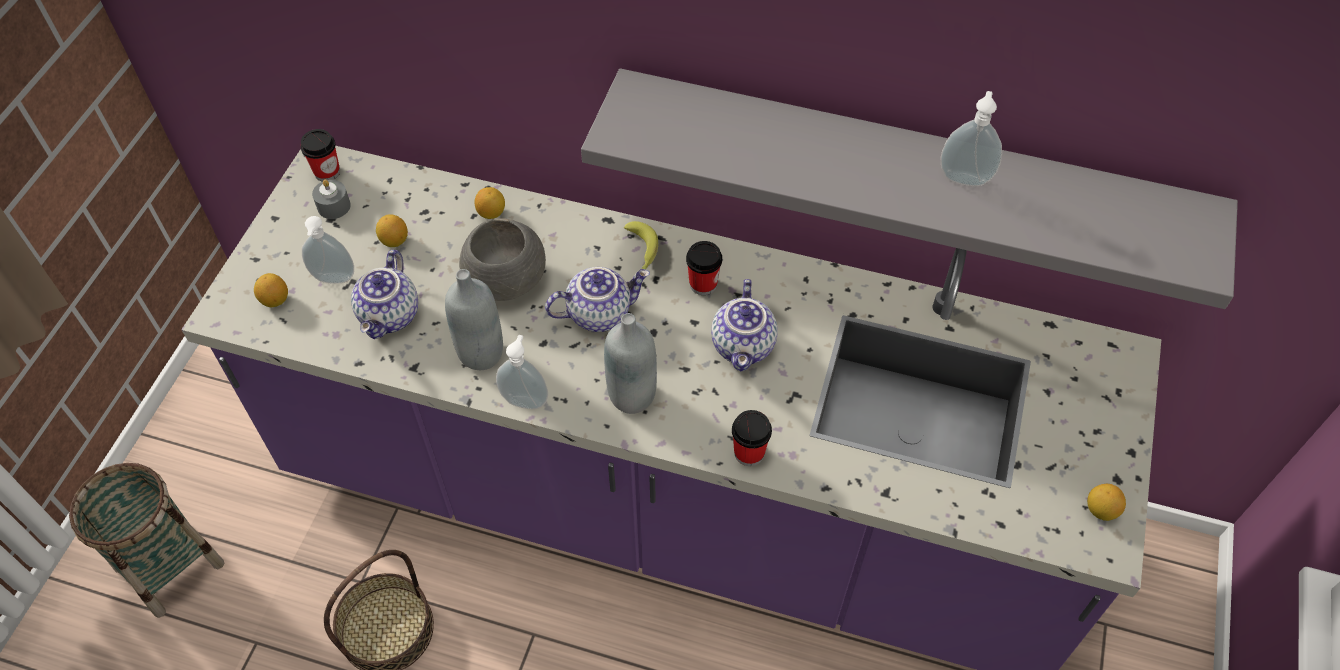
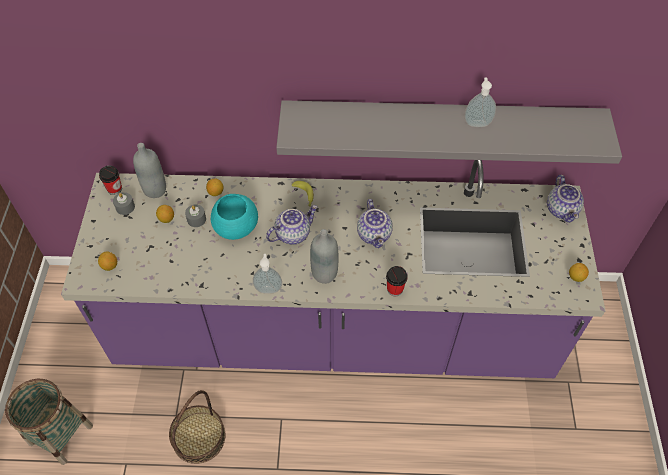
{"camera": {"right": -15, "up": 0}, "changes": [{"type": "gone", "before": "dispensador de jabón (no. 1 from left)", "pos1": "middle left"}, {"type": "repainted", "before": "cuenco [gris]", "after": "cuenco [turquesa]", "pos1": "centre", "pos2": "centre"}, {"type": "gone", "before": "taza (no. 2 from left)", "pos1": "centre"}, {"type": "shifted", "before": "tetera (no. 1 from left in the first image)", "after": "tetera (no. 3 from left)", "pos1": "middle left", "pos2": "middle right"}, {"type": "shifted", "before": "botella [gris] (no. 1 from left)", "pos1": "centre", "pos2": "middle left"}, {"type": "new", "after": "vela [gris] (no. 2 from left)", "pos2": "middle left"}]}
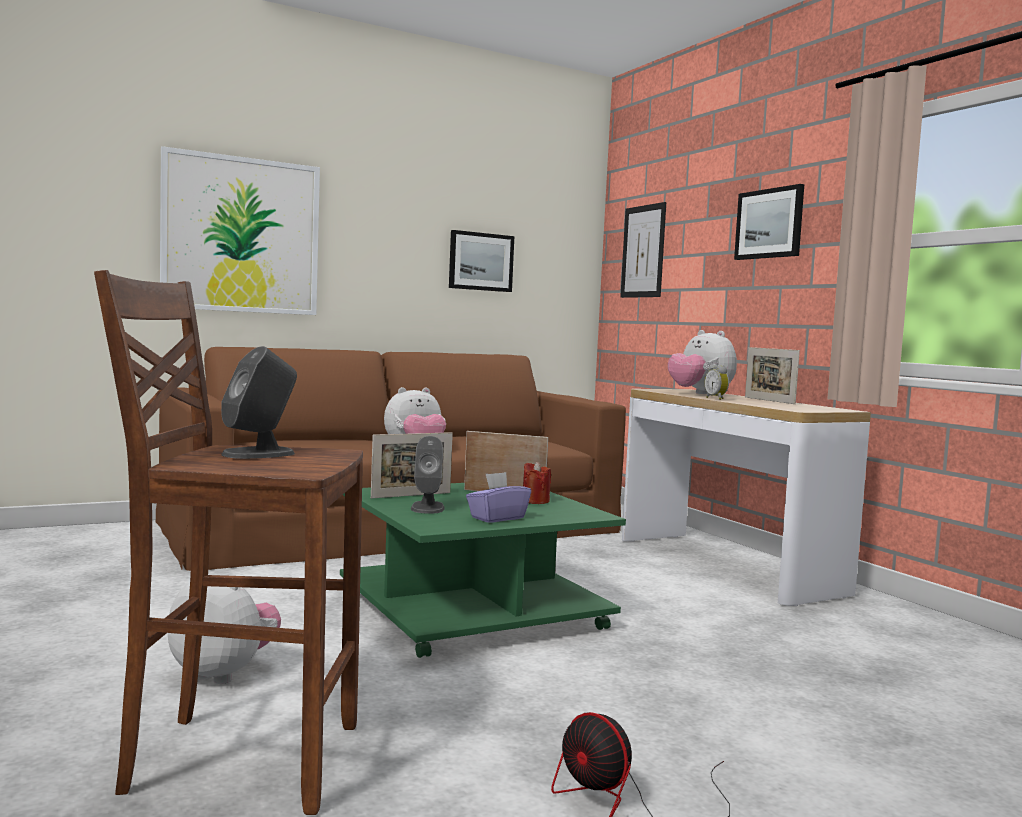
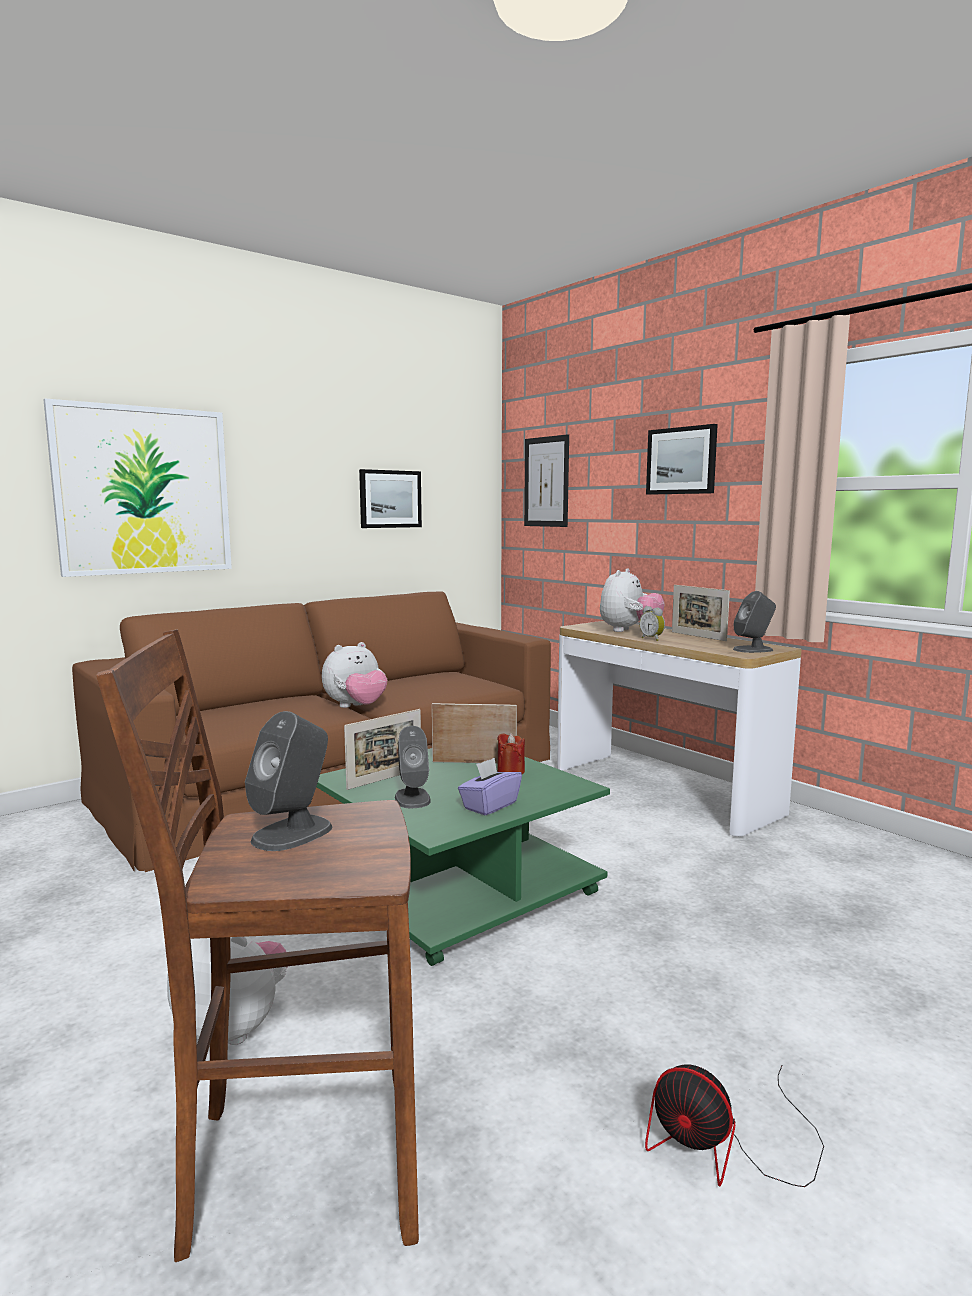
{"camera": {"right": -10, "up": 5}, "changes": [{"type": "rotated", "before": "peluche (no. 3 from left)", "pos1": "middle right", "pos2": "centre", "turn": -105}, {"type": "new", "after": "altavoz [gris] (no. 3 from left)", "pos2": "middle right"}]}
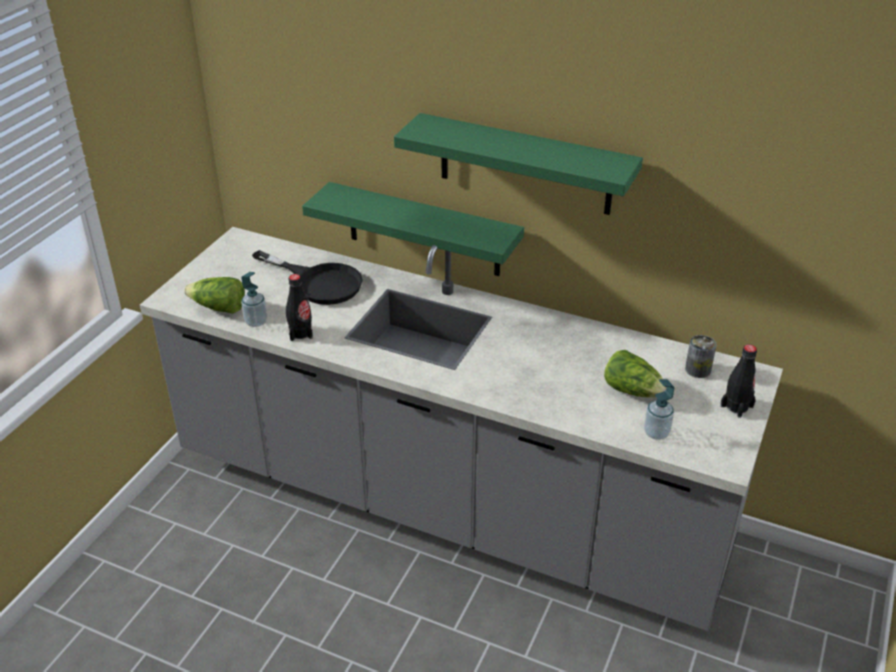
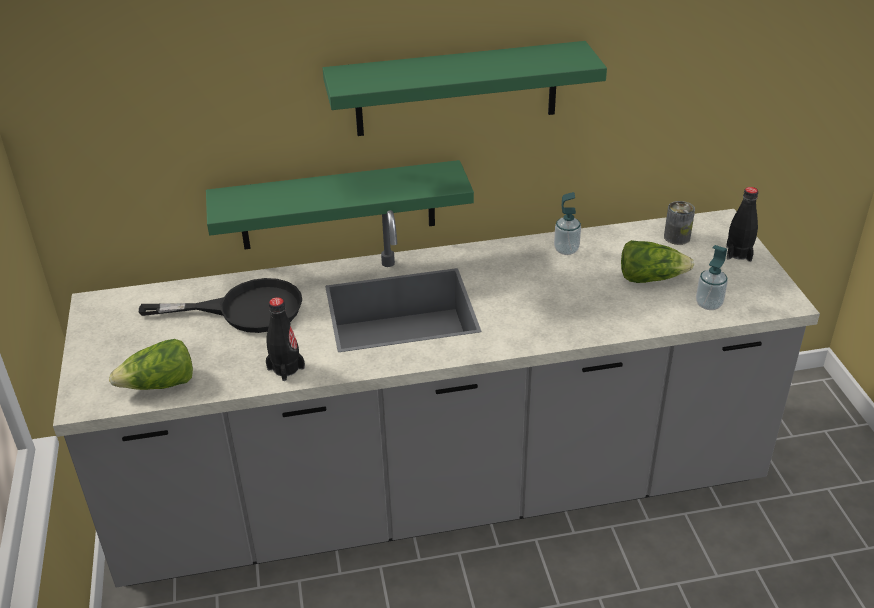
{"camera": {"right": -35, "up": 0}, "changes": [{"type": "shifted", "before": "dispensador de jabón (no. 1 from left)", "pos1": "middle left", "pos2": "centre"}]}
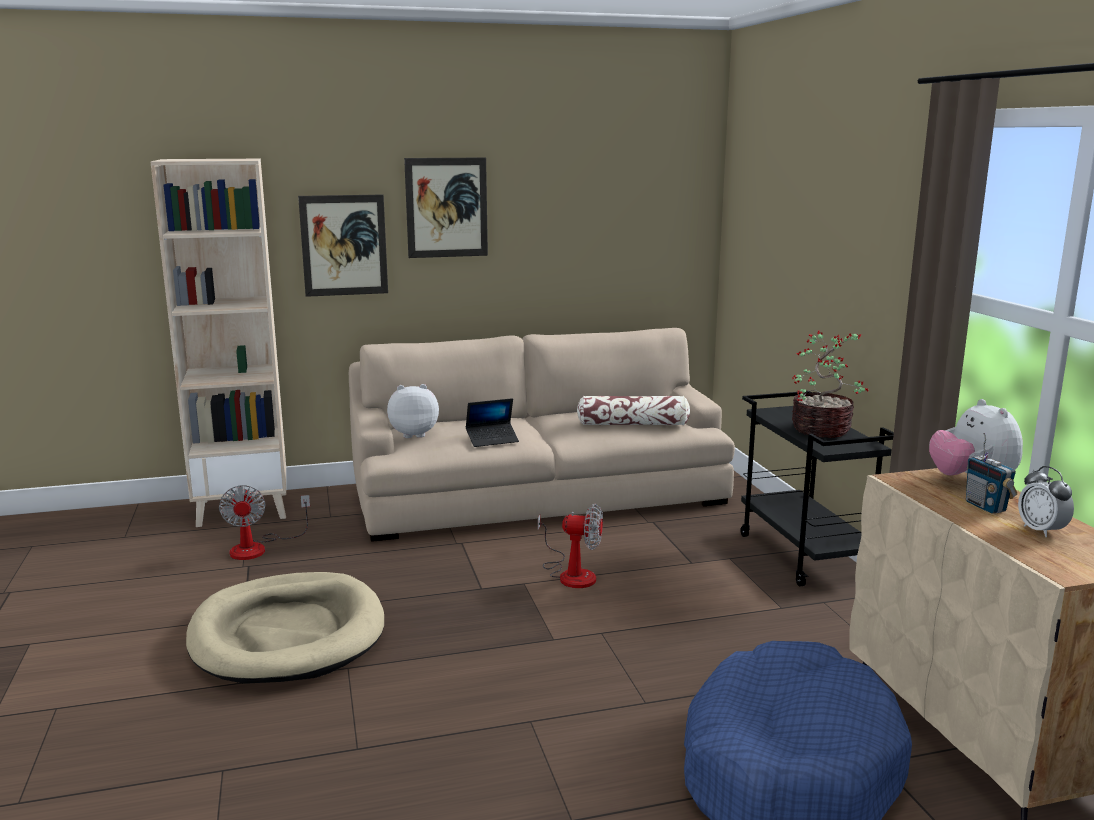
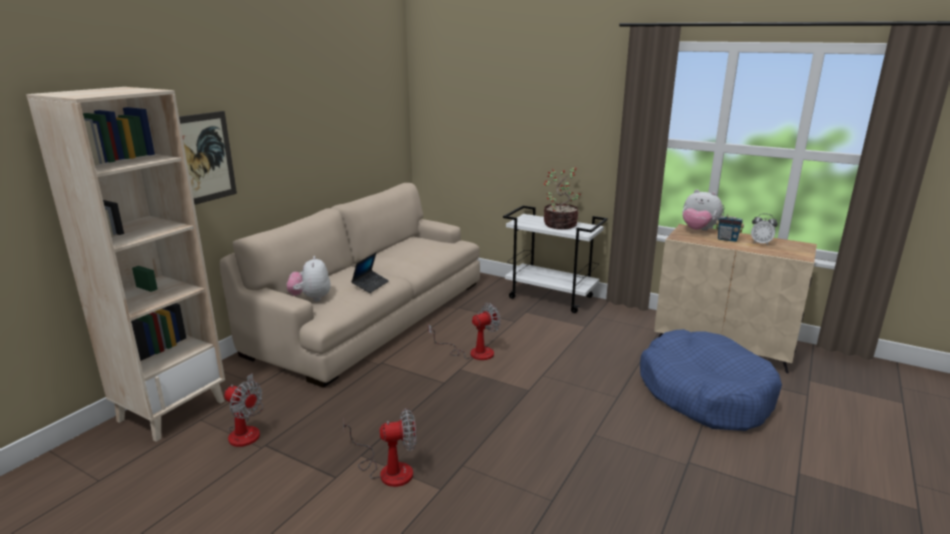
{"camera": {"right": -45, "up": 5}, "changes": [{"type": "gone", "before": "cuadro (no. 2 from left)", "pos1": "top centre"}, {"type": "rotated", "before": "peluche (no. 1 from left)", "pos1": "centre", "pos2": "middle left", "turn": -45}, {"type": "repainted", "before": "carrito [negro]", "after": "carrito [blanco]", "pos1": "middle right", "pos2": "centre"}, {"type": "gone", "before": "cojín", "pos1": "centre"}, {"type": "swapped", "before": "cama para perro [beis]", "after": "ventilador (no. 2 from left)", "pos1": "bottom left", "pos2": "bottom centre"}]}
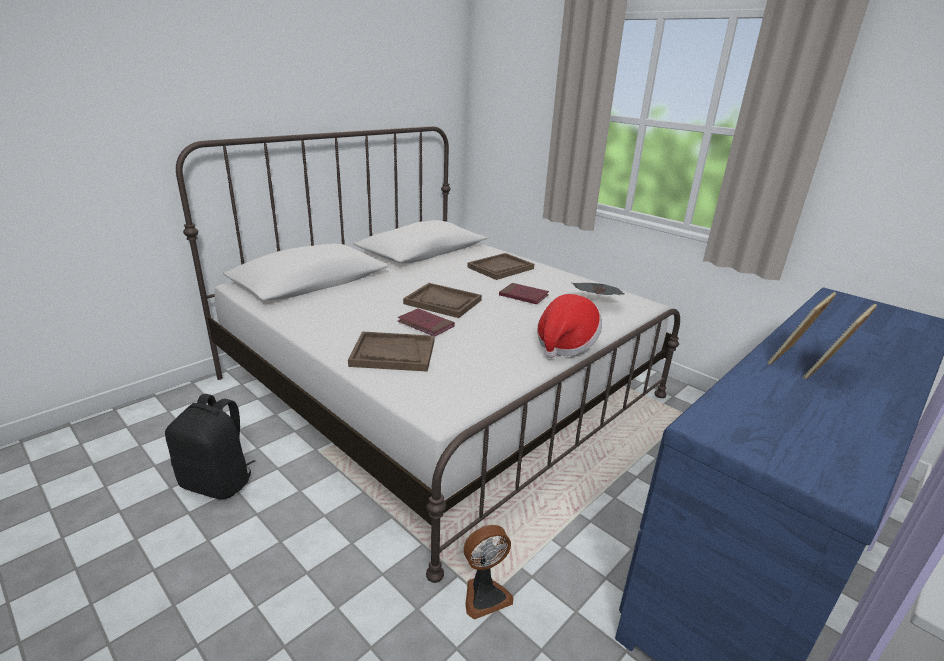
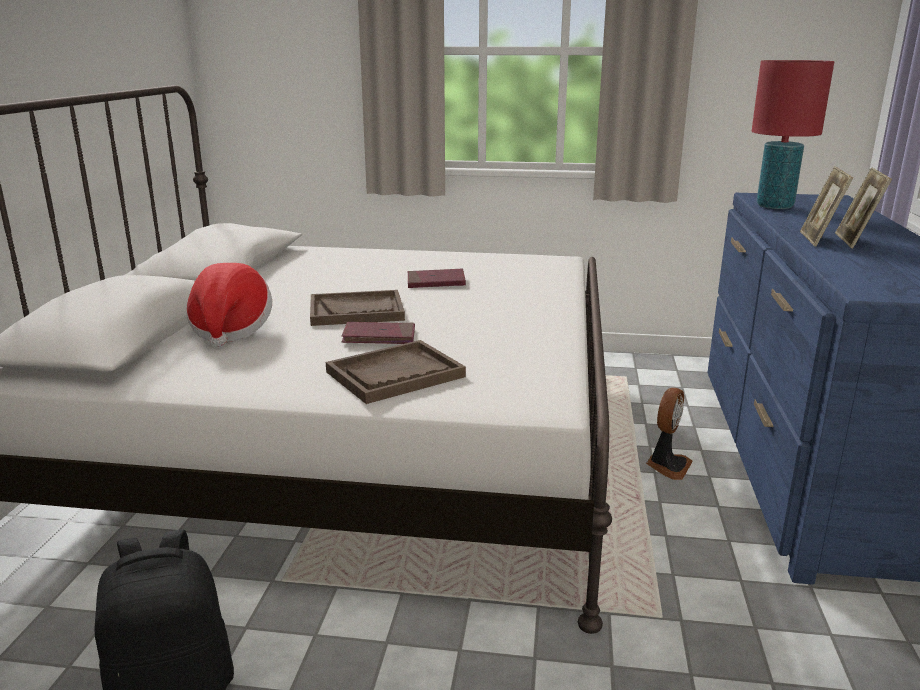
{"camera": {"right": -35, "up": -5}, "changes": [{"type": "gone", "before": "bandeja [marrón] (no. 3 from left)", "pos1": "centre"}, {"type": "gone", "before": "periódico", "pos1": "centre"}, {"type": "shifted", "before": "sombrero", "pos1": "centre", "pos2": "middle left"}, {"type": "shifted", "before": "ventilador", "pos1": "bottom centre", "pos2": "middle right"}, {"type": "new", "after": "lámpara de mesa [rojo]", "pos2": "top right"}]}
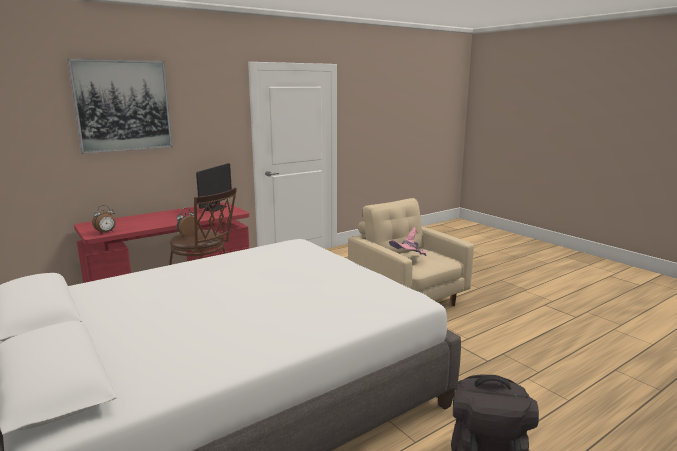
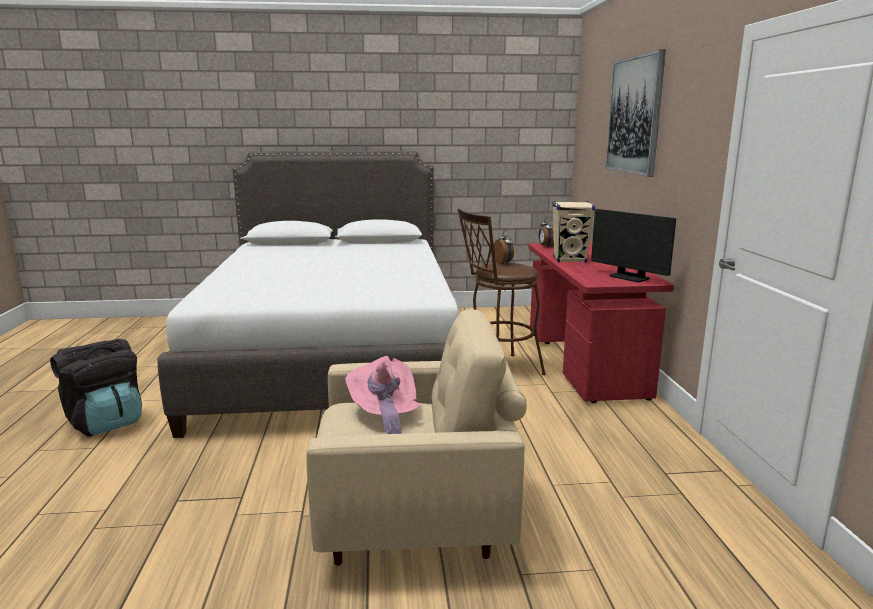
{"camera": {"right": 120, "up": 0}, "changes": [{"type": "new", "after": "altavoz [beis]", "pos2": "centre"}]}
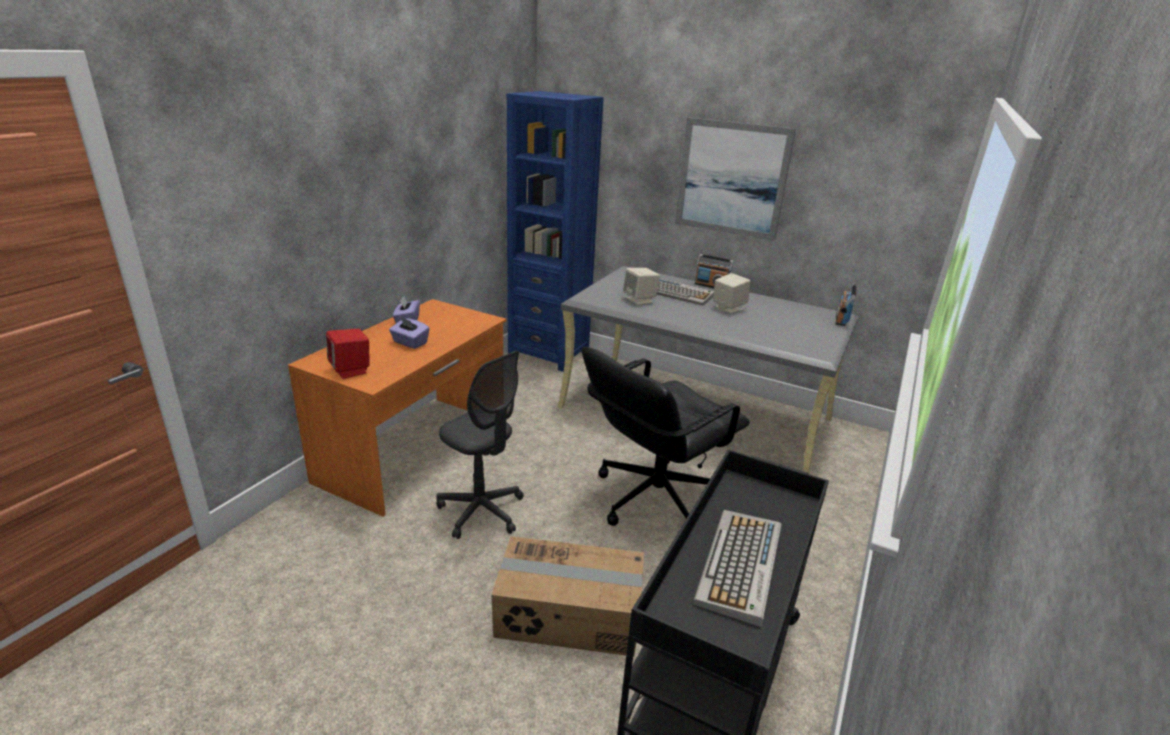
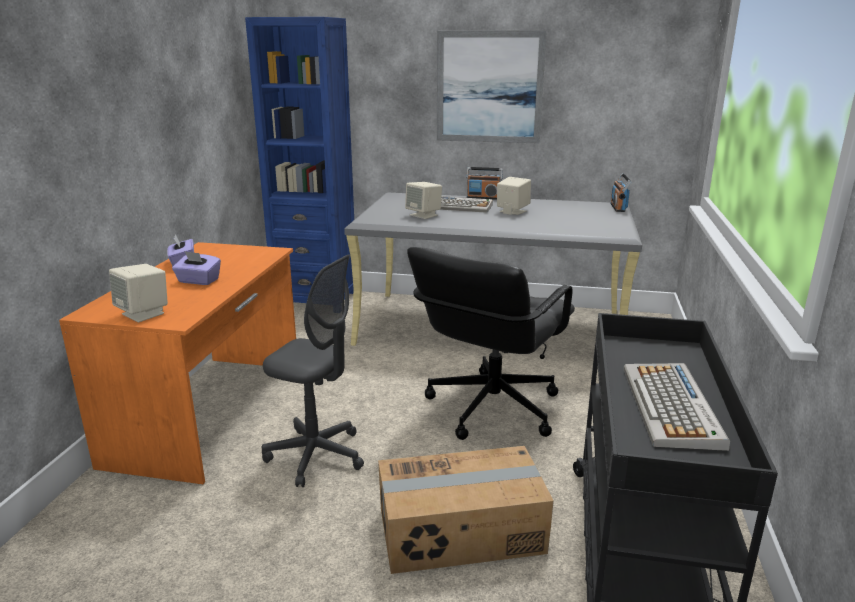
{"camera": {"right": -15, "up": -5}, "changes": [{"type": "repainted", "before": "altavoz [rojo]", "after": "altavoz [beis] (no. 1 from left)", "pos1": "middle left", "pos2": "middle left"}]}
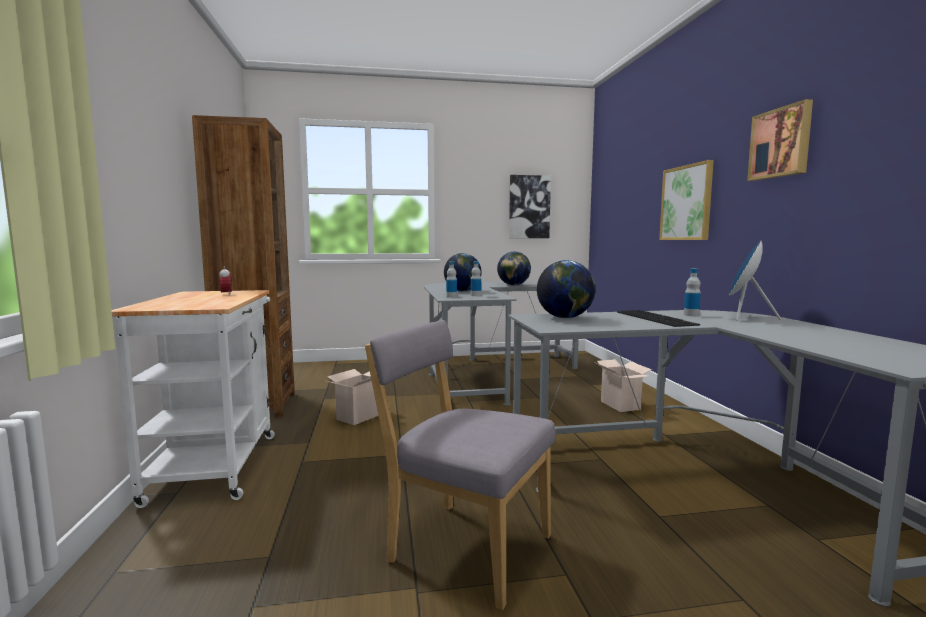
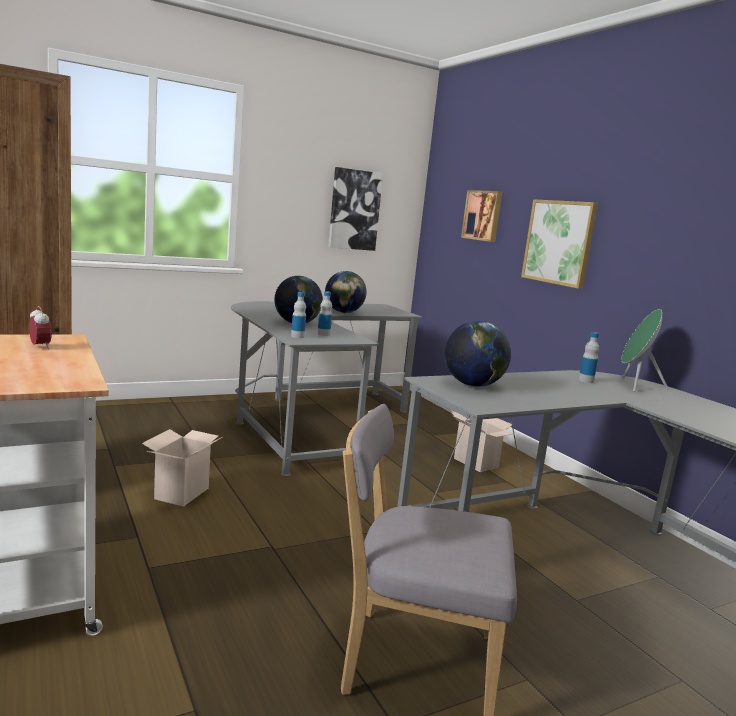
{"camera": {"right": -20, "up": 5}, "changes": [{"type": "shifted", "before": "cuadro (no. 3 from left in the first image)", "after": "cuadro (no. 2 from left)", "pos1": "top right", "pos2": "top centre"}, {"type": "repainted", "before": "altavoz [azul]", "after": "altavoz [verde]", "pos1": "middle right", "pos2": "middle right"}, {"type": "gone", "before": "teclado", "pos1": "middle right"}]}
